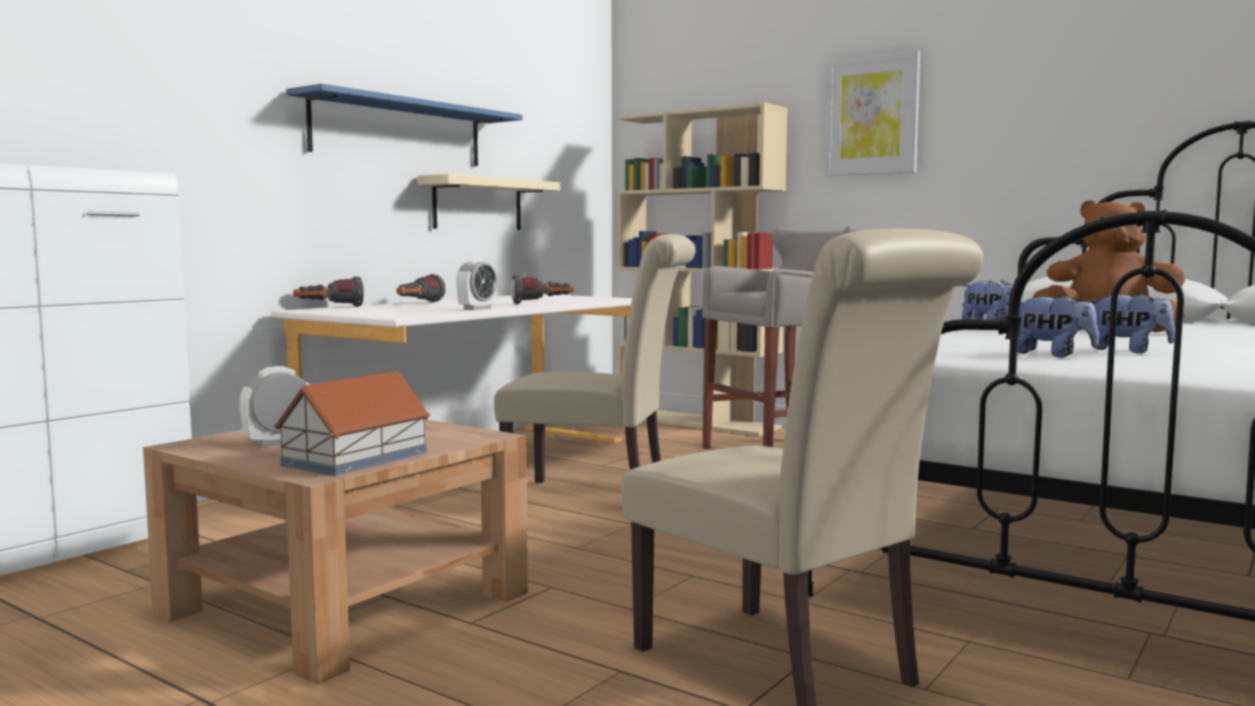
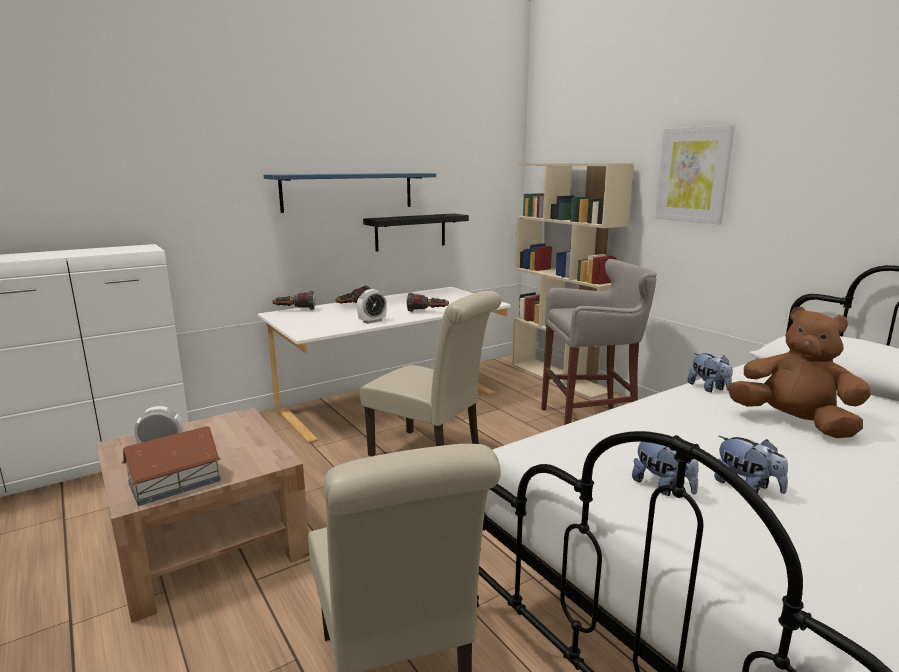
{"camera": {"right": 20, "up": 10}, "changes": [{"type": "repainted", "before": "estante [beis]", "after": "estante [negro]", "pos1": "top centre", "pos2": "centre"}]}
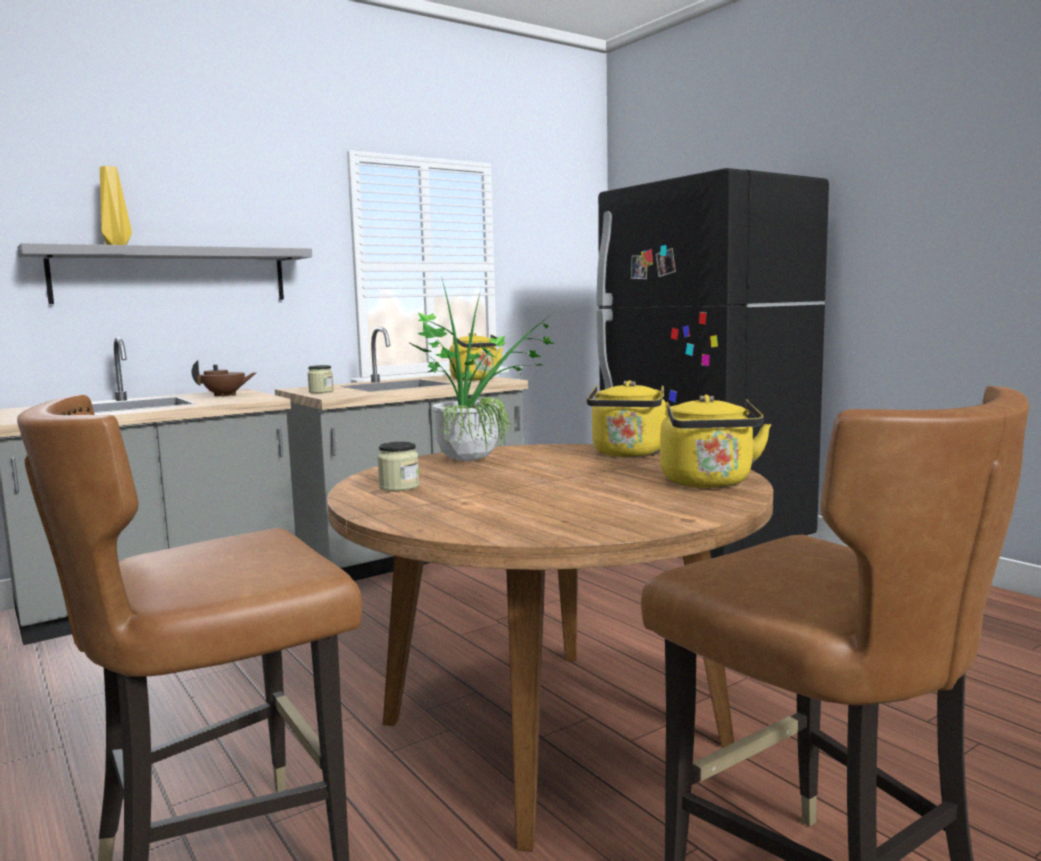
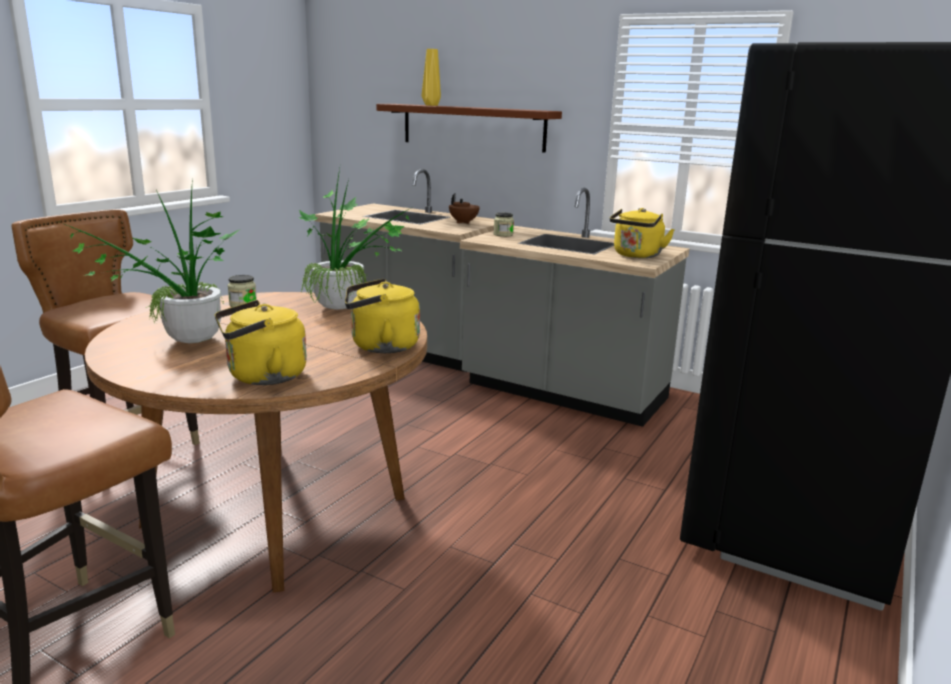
{"camera": {"right": 65, "up": 10}, "changes": [{"type": "repainted", "before": "estante [gris]", "after": "estante [marrón]", "pos1": "top left", "pos2": "top centre"}, {"type": "new", "after": "planta en maceta (no. 1 from left)", "pos2": "middle left"}]}
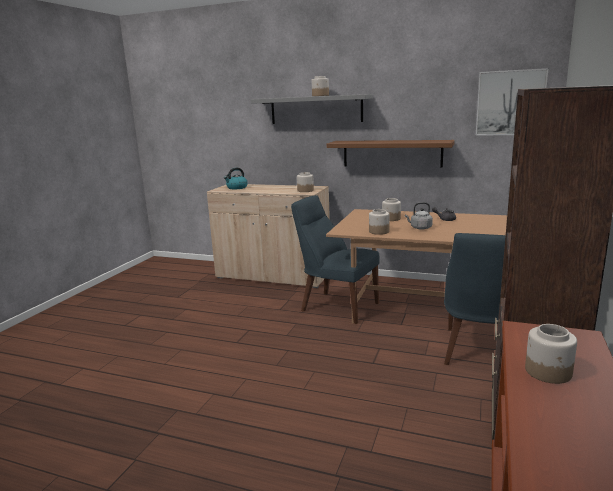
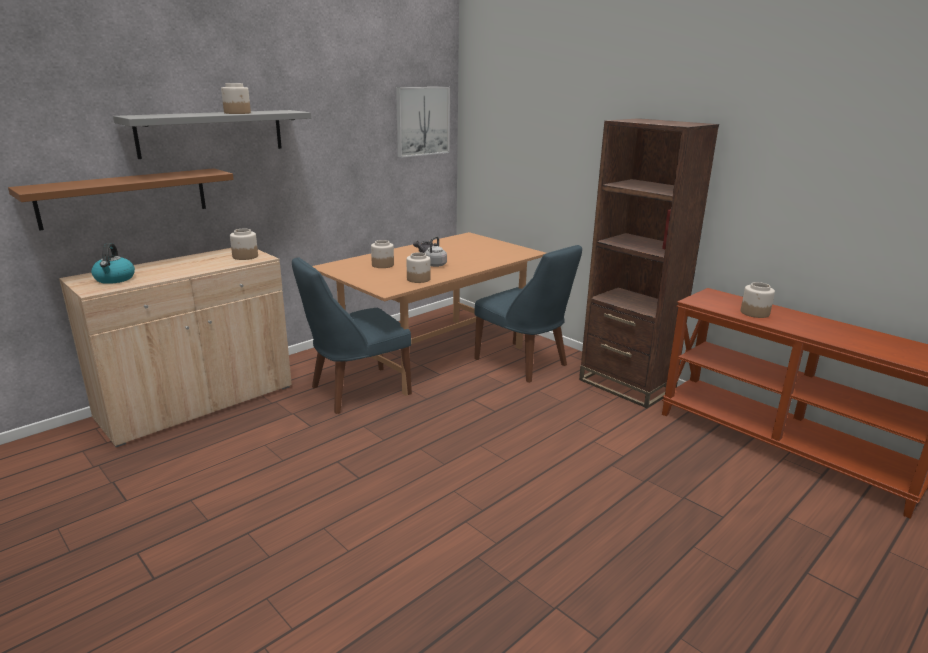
{"camera": {"right": -65, "up": 5}, "changes": [{"type": "shifted", "before": "estante [marrón]", "pos1": "top centre", "pos2": "top left"}]}
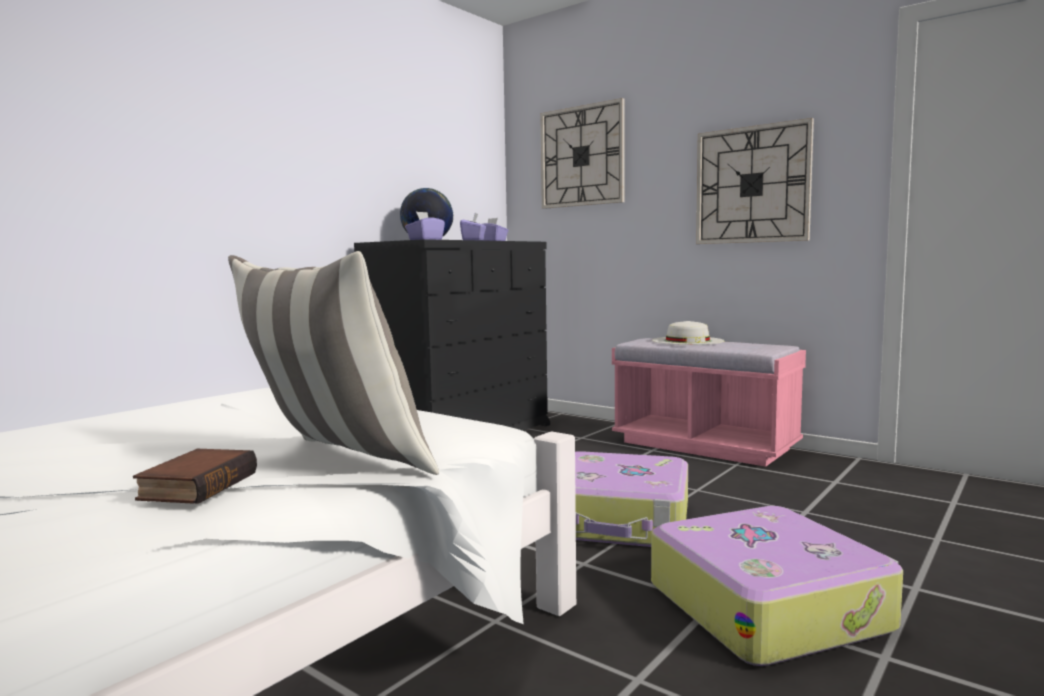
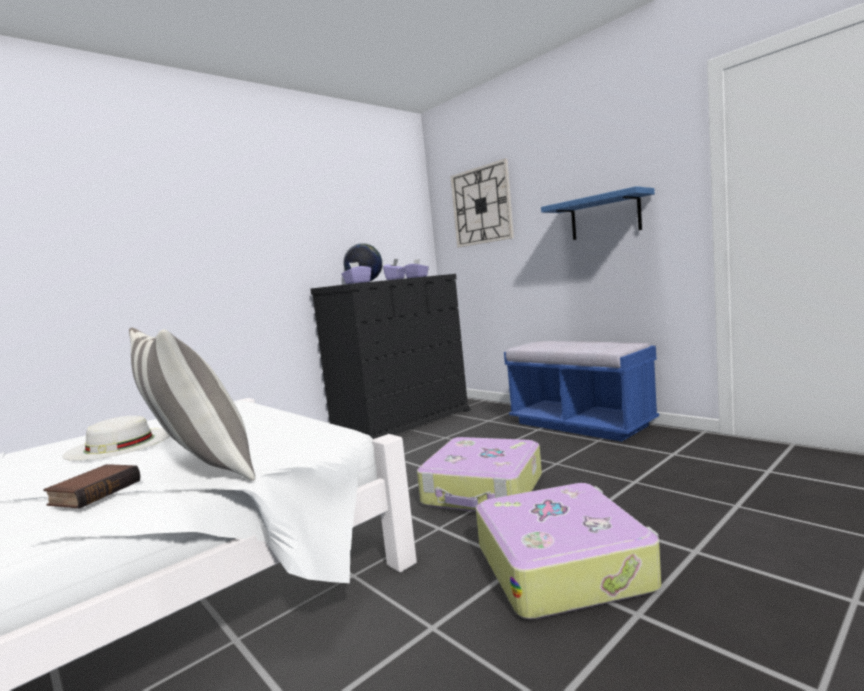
{"camera": {"right": 10, "up": 0}, "changes": [{"type": "swapped", "before": "reloj de pared (no. 2 from left)", "after": "estante [azul]", "pos1": "top right", "pos2": "top right"}, {"type": "shifted", "before": "sombrero [blanco]", "pos1": "centre", "pos2": "middle left"}, {"type": "repainted", "before": "banco [rosa]", "after": "banco [azul]", "pos1": "middle right", "pos2": "middle right"}]}
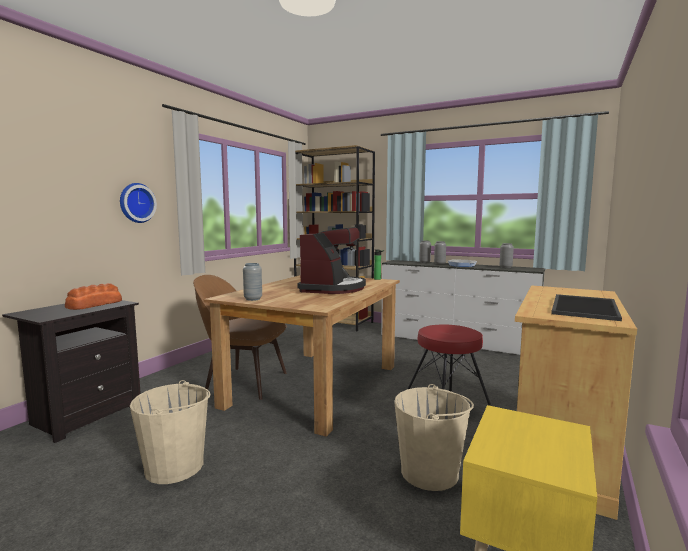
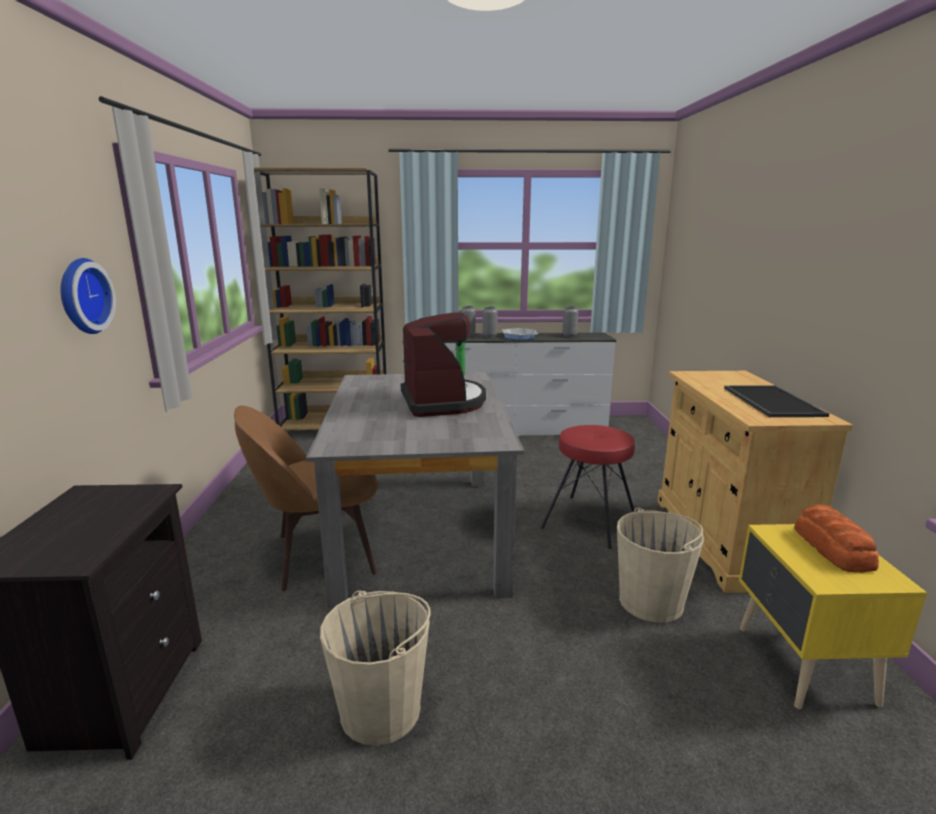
{"camera": {"right": -30, "up": 10}, "changes": [{"type": "gone", "before": "florero [gris] (no. 1 from left)", "pos1": "centre"}, {"type": "repainted", "before": "mesa de comedor [marrón]", "after": "mesa de comedor [gris]", "pos1": "centre", "pos2": "centre"}, {"type": "shifted", "before": "pan", "pos1": "middle left", "pos2": "middle right"}]}
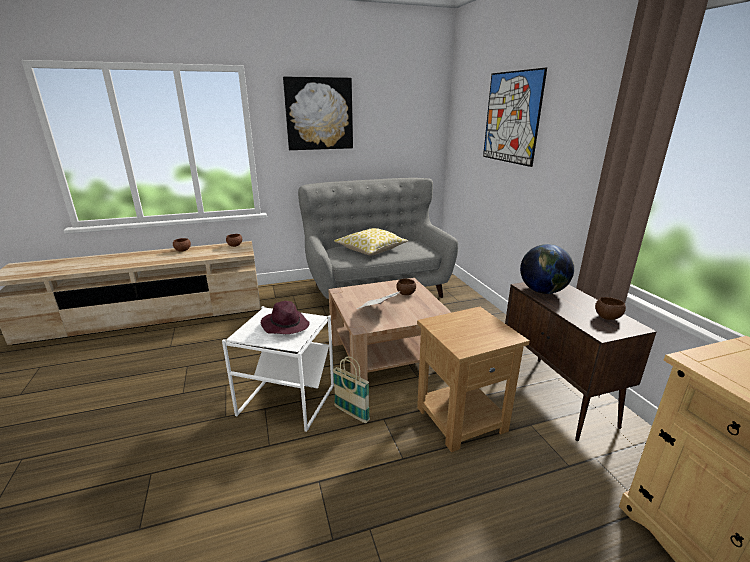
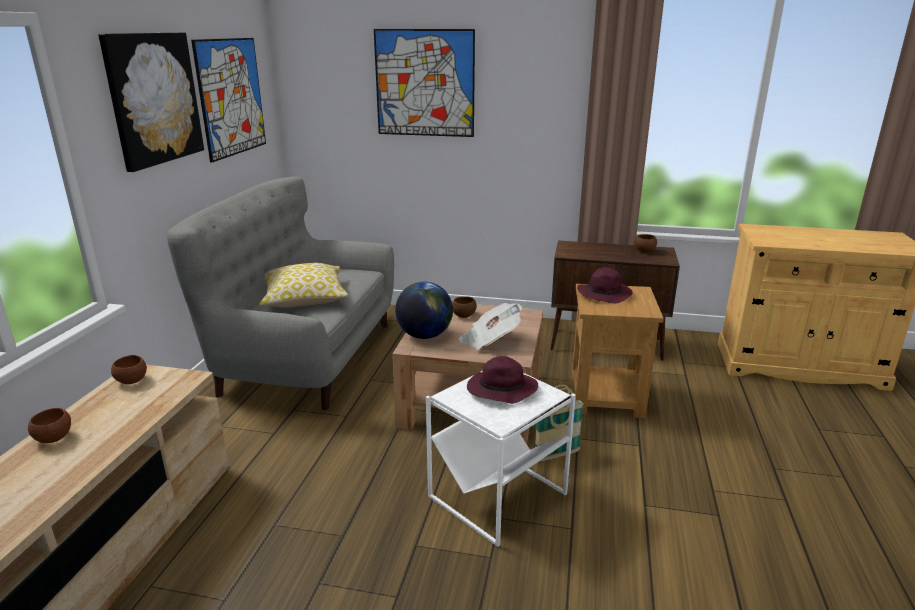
{"camera": {"right": -60, "up": 0}, "changes": [{"type": "shifted", "before": "globo terráqueo", "pos1": "middle right", "pos2": "centre"}, {"type": "new", "after": "cuadro (no. 2 from left)", "pos2": "top left"}, {"type": "new", "after": "sombrero [morado] (no. 2 from left)", "pos2": "centre"}]}
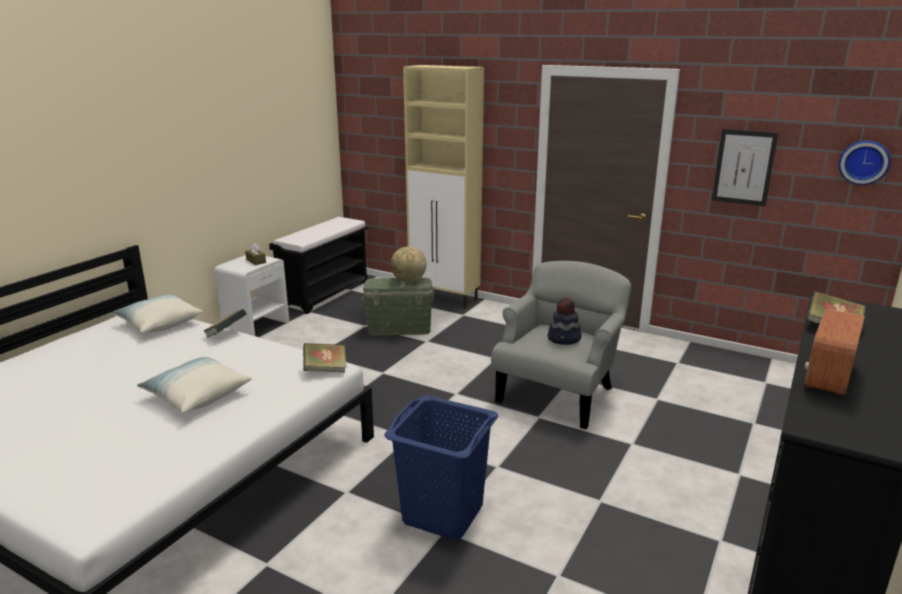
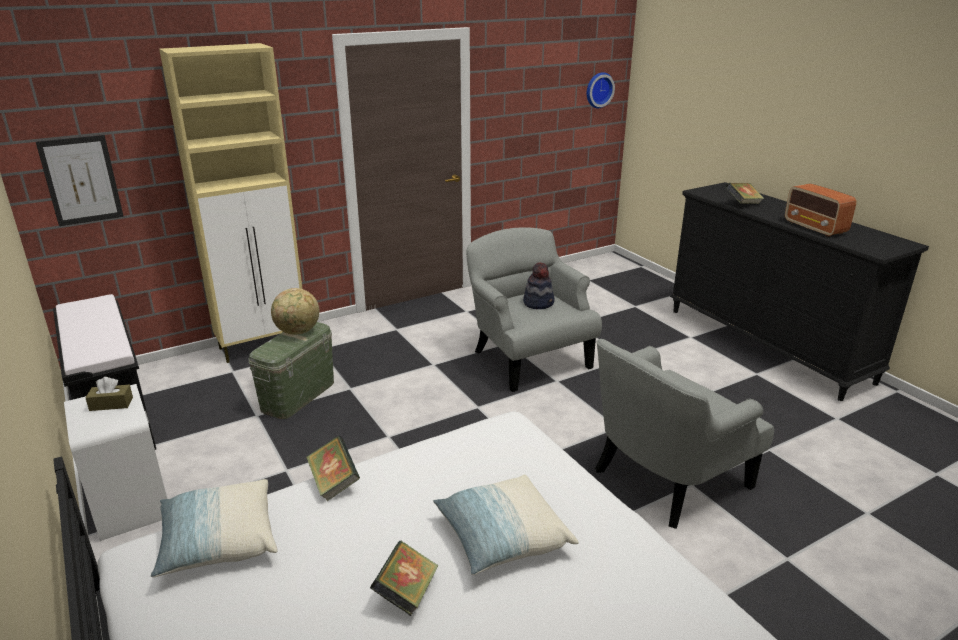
{"camera": {"right": -60, "up": 5}, "changes": [{"type": "shifted", "before": "cuadro", "pos1": "top right", "pos2": "top left"}, {"type": "shifted", "before": "libro (no. 2 from left)", "pos1": "centre", "pos2": "bottom centre"}, {"type": "swapped", "before": "cesto de la ropa [azul]", "after": "sillón [gris] (no. 2 from left)", "pos1": "bottom centre", "pos2": "bottom right"}]}
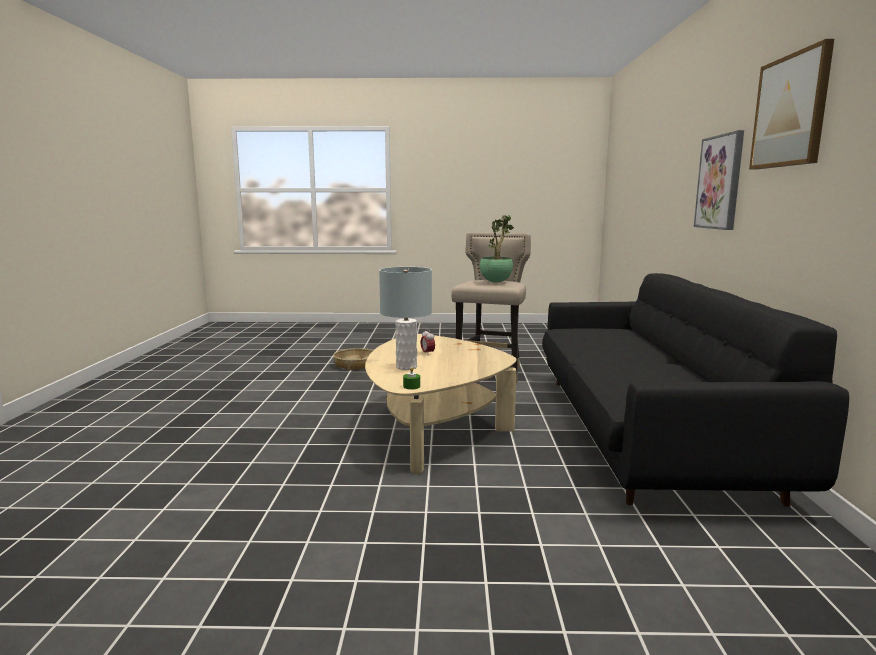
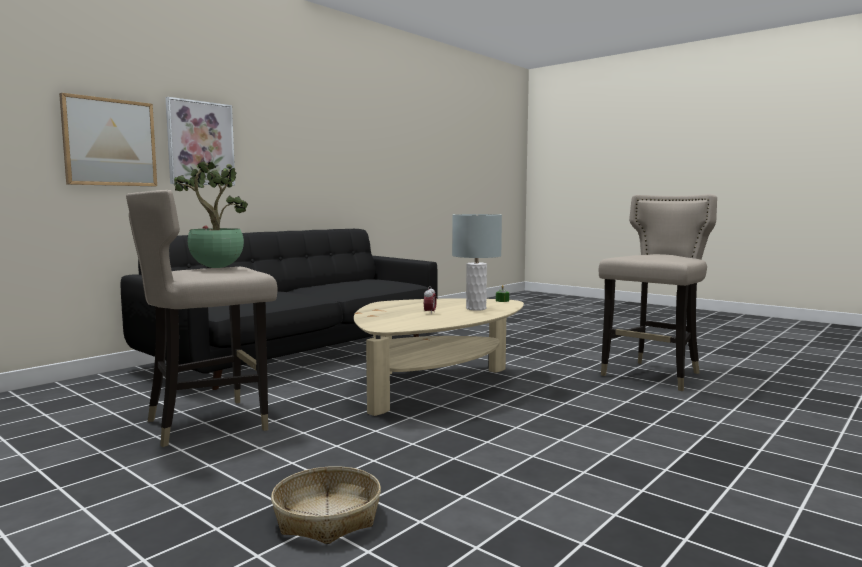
{"camera": {"right": -140, "up": -5}, "changes": [{"type": "shifted", "before": "cuadro (no. 2 from left in the first image)", "after": "cuadro (no. 1 from left)", "pos1": "top right", "pos2": "top left"}, {"type": "new", "after": "taburete [beis] (no. 2 from left)", "pos2": "middle right"}]}
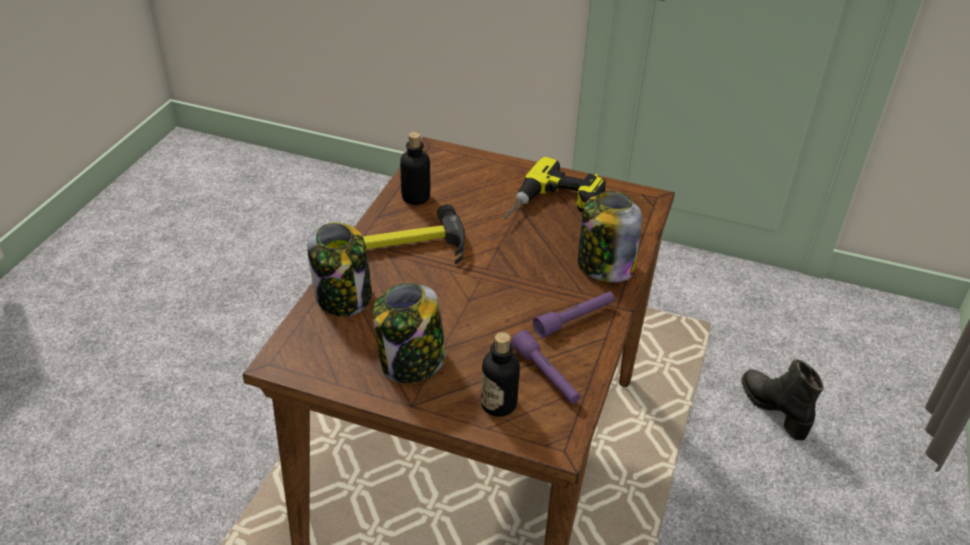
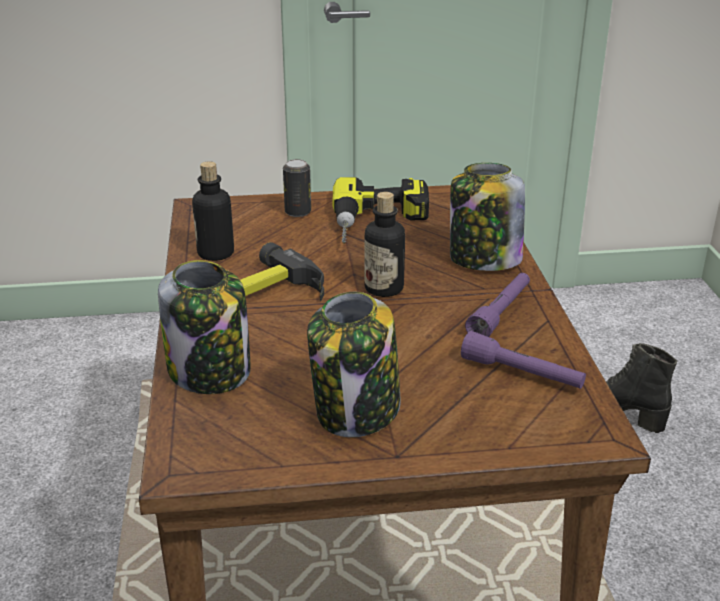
{"camera": {"right": -25, "up": -10}, "changes": [{"type": "shifted", "before": "botella (no. 2 from left)", "pos1": "bottom centre", "pos2": "centre"}, {"type": "new", "after": "lata", "pos2": "top centre"}]}
